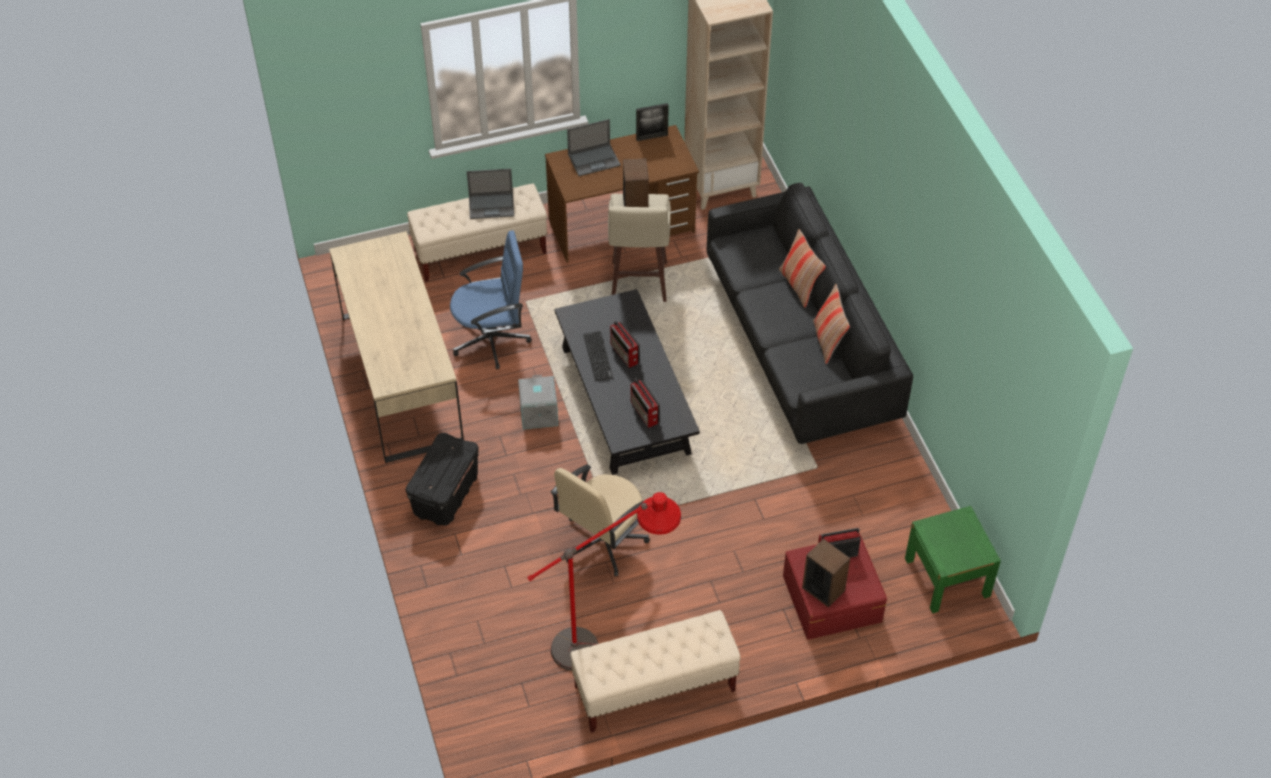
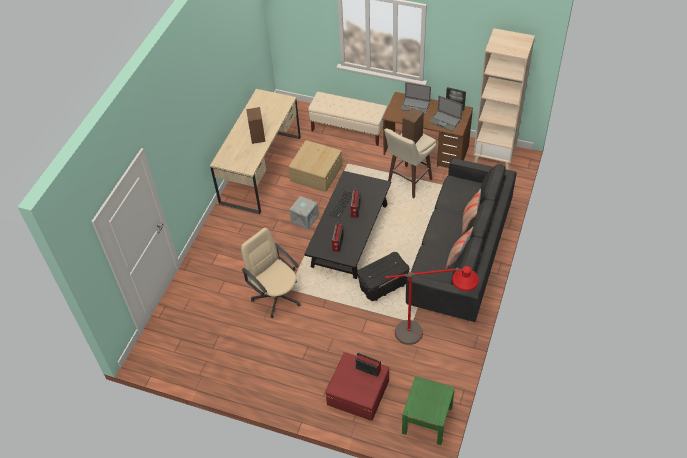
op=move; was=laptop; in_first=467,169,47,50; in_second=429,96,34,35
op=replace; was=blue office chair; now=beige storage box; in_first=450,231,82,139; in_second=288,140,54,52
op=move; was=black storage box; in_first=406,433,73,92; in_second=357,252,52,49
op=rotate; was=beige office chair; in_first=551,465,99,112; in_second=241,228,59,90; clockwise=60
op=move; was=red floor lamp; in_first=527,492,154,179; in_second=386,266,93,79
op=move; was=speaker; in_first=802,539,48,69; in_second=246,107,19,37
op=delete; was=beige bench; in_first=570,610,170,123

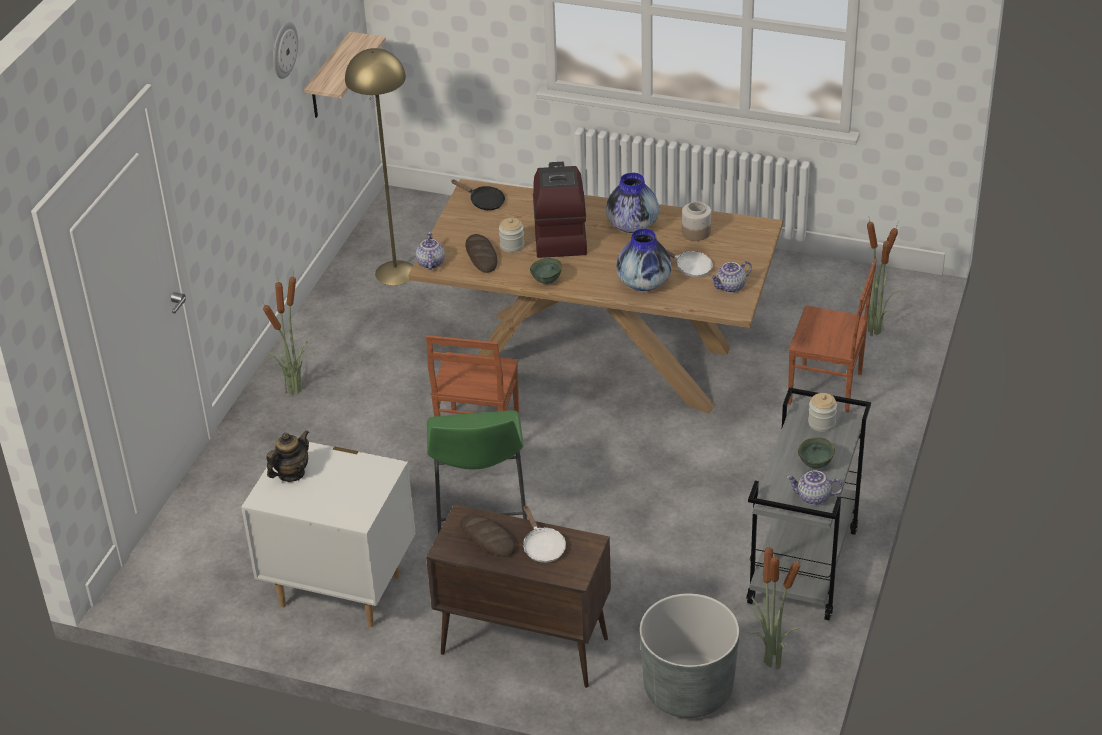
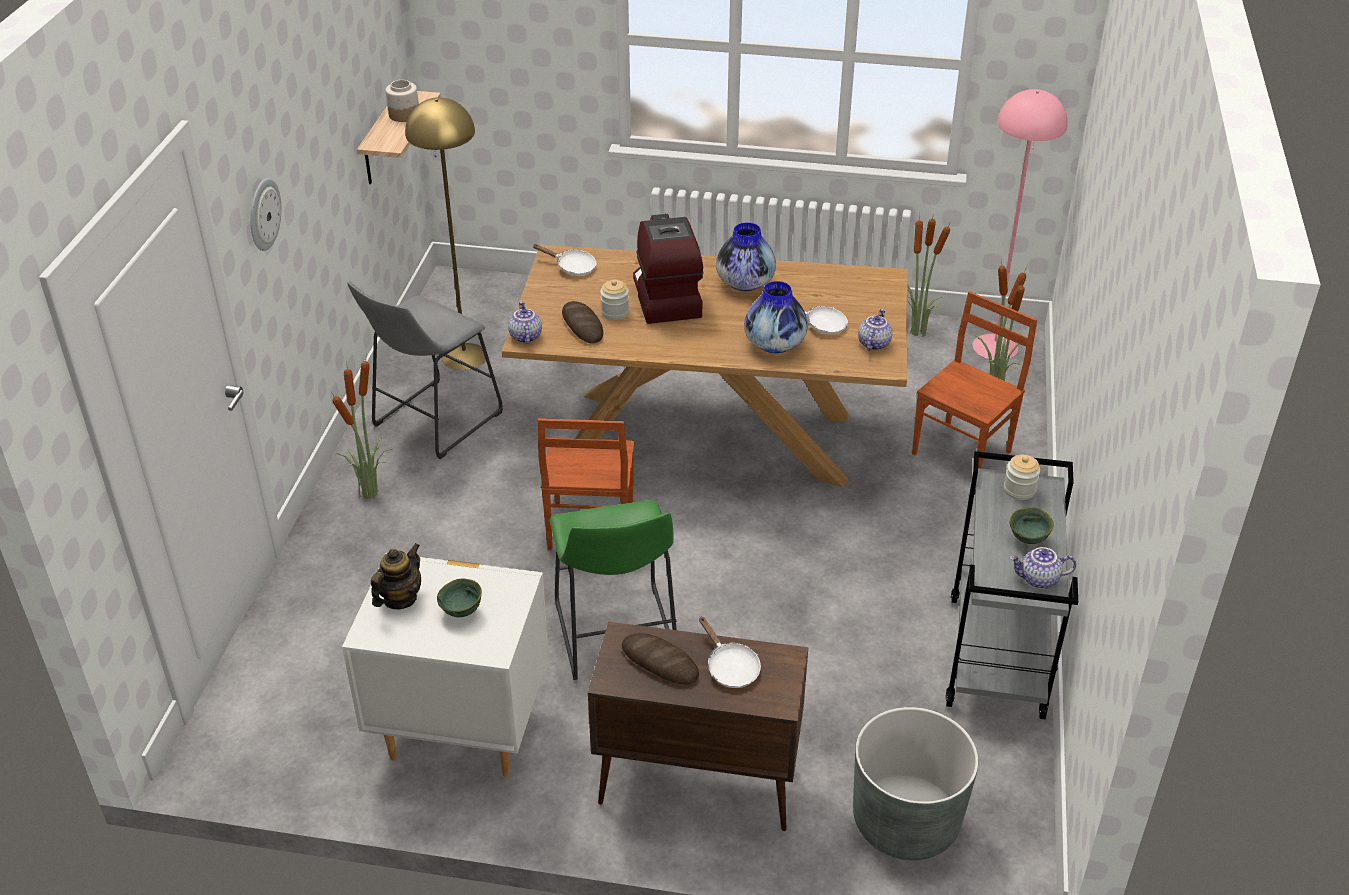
op=move; was=wall clock; in_first=273,22,25,57; in_second=250,178,32,73
op=recolor; was=black frying pan; now=white frying pan; in_first=451,180,54,30; in_second=533,244,63,32
op=move; was=jar; in_first=682,201,29,40; in_second=386,80,33,42
op=move; was=green bowl; in_first=530,258,32,26; in_second=437,579,45,38
op=rotate; was=brown chair; in_first=788,259,89,154; in_second=912,291,125,177; clockwise=-60
op=rotate; was=teapot; in_first=710,261,42,32; in_second=858,309,34,41; clockwise=150
op=move; was=potted plant; in_first=747,539,53,130; in_second=908,216,44,121
op=insert; now=pink floor lamp; in_second=972,89,96,271
op=insert; now=grey stool; in_second=347,282,156,177

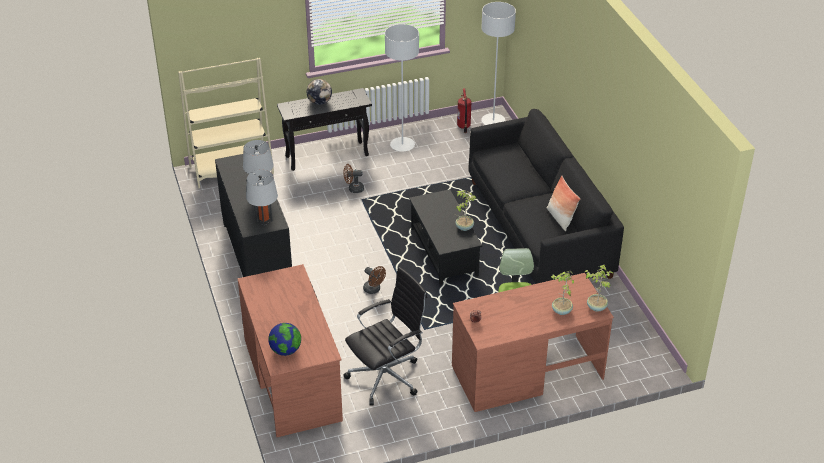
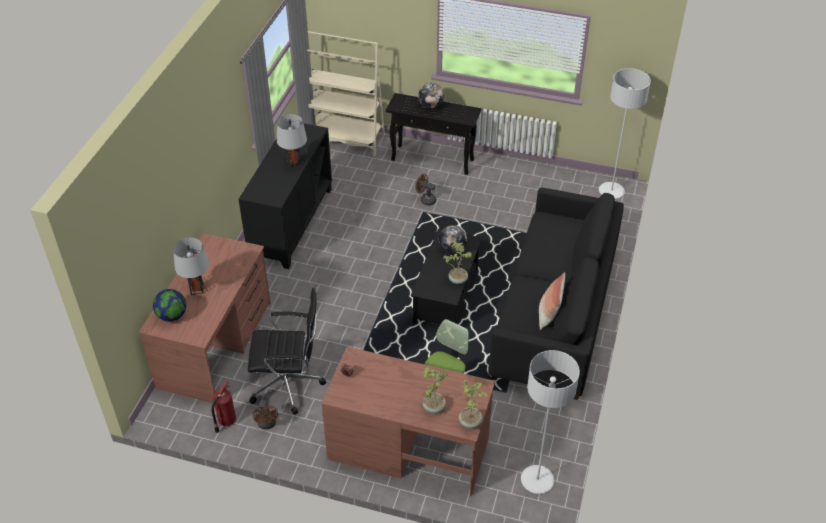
op=move; was=grey floor lamp; in_first=385,24,34,128; in_second=521,350,59,144
op=move; was=fire extinguisher; in_first=457,88,14,45; in_second=211,381,25,52
op=move; was=grey table lamp; in_first=246,170,32,56; in_second=173,238,36,57
op=move; was=brown fan; in_first=363,266,23,28; in_second=253,399,25,30
op=insert; now=globe; in_second=438,225,29,29

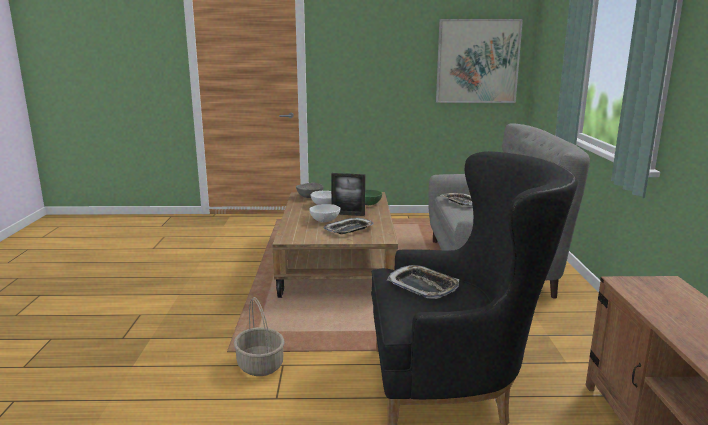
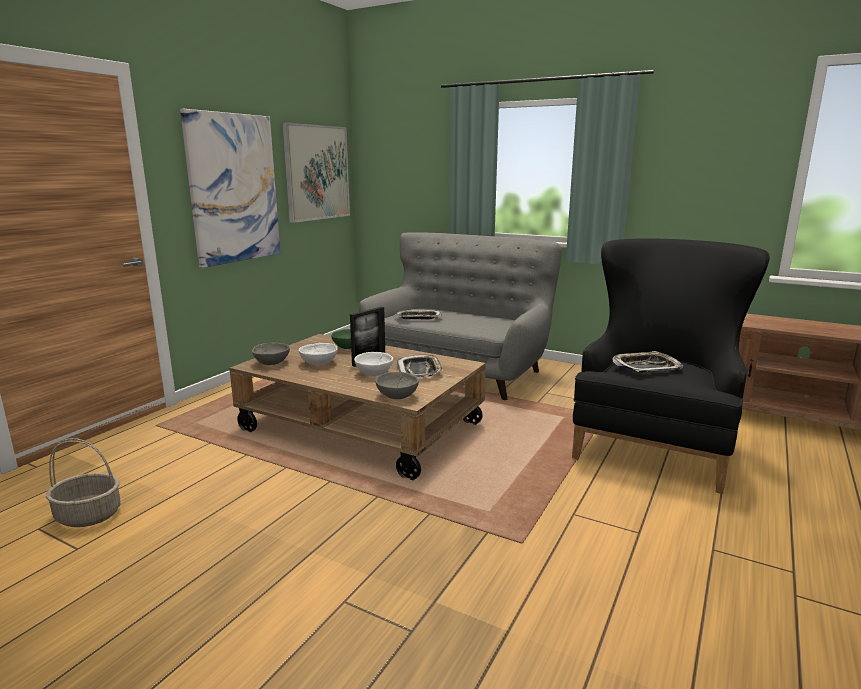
op=move; was=basket; in_first=234,297,50,79; in_second=46,438,74,89
op=insert; now=picture; in_second=180,109,100,159
op=insert; now=grey bowl; in_second=375,372,44,27

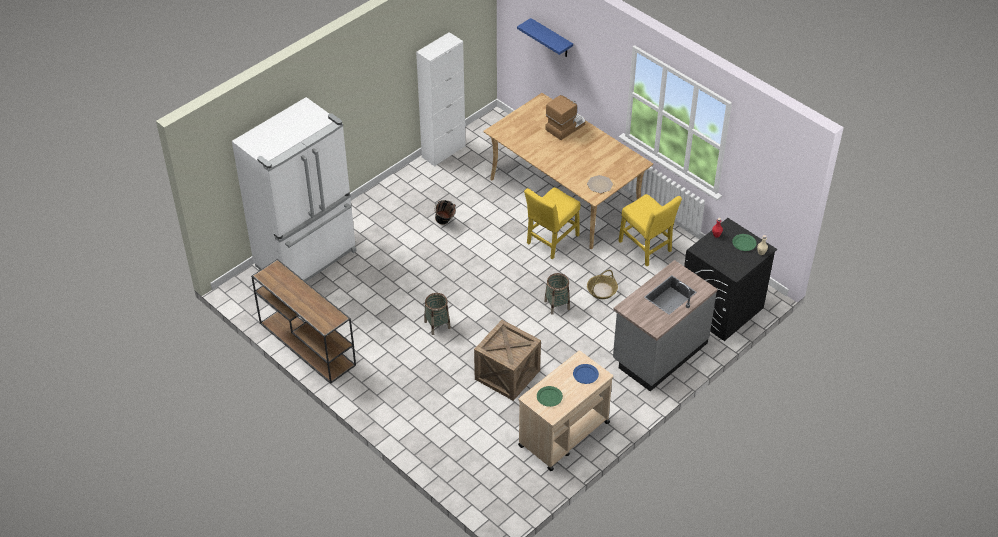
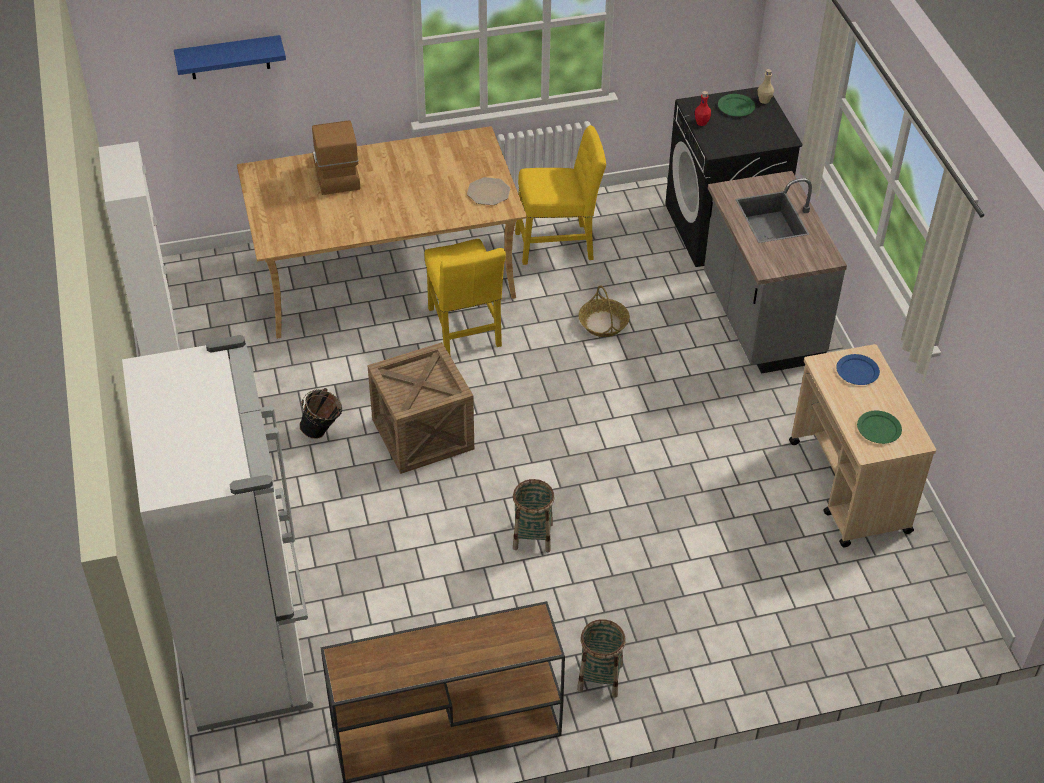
op=move; was=basket; in_first=544,273,26,42; in_second=577,619,48,79
op=move; was=crate; in_first=474,320,67,81; in_second=367,342,107,132

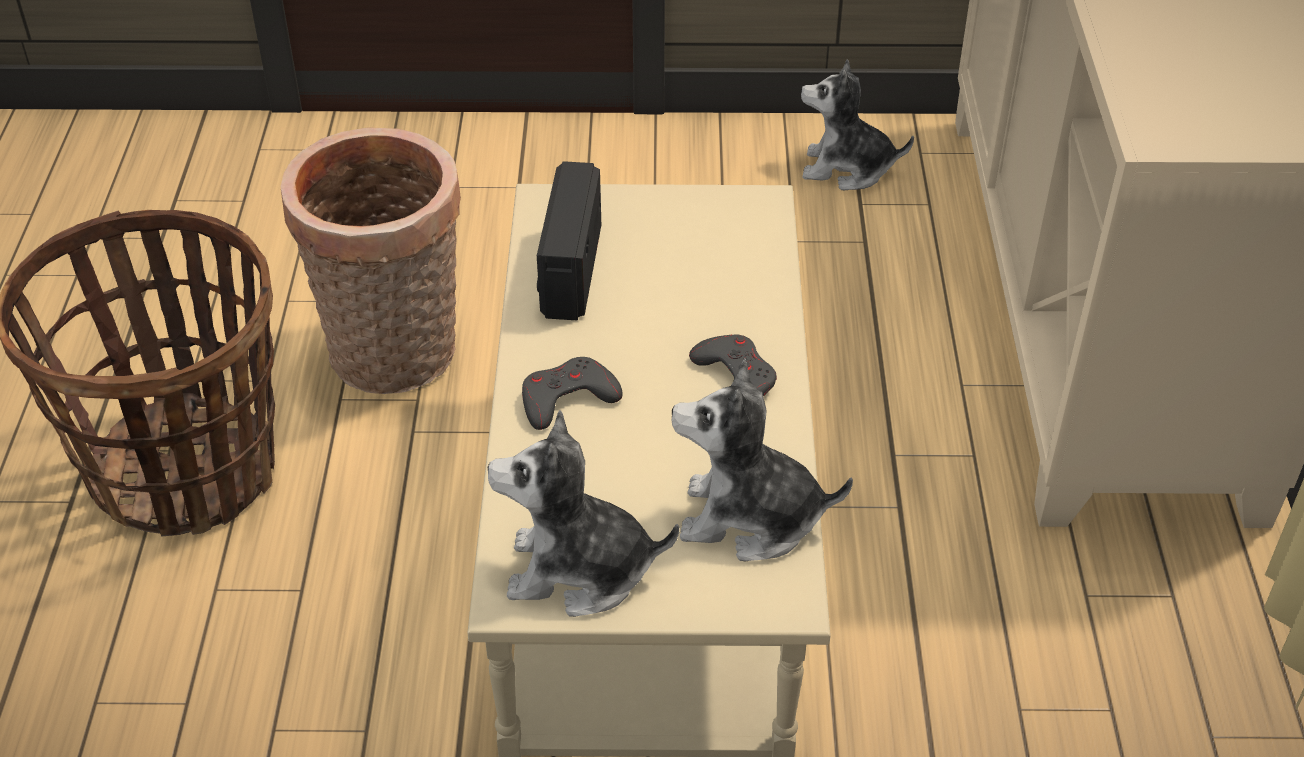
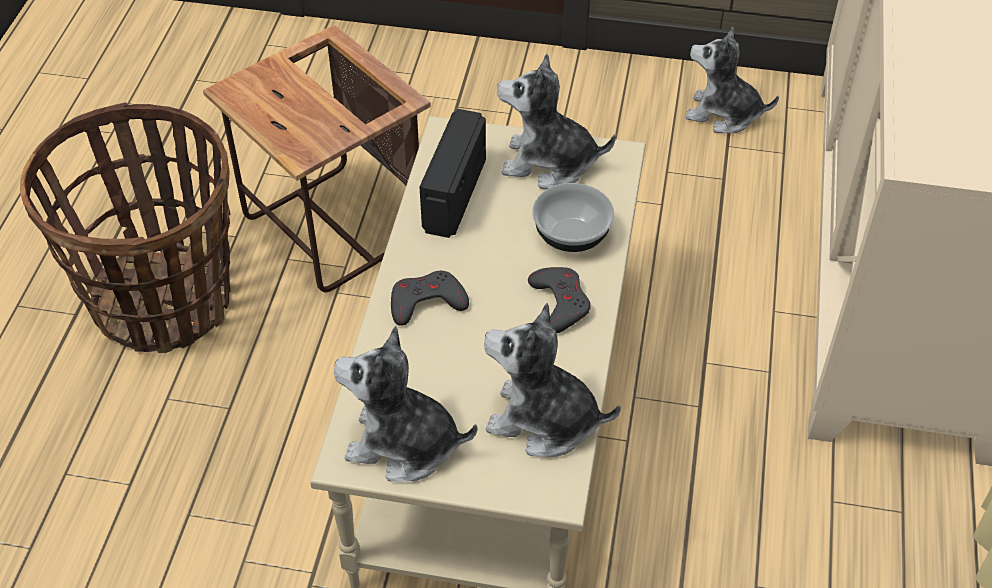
op=replace; was=basket; now=side table; in_first=281,127,180,267; in_second=203,25,228,267
op=insert; now=plush toy; in_second=497,54,119,135
op=insert; now=bowl; in_second=532,183,82,69

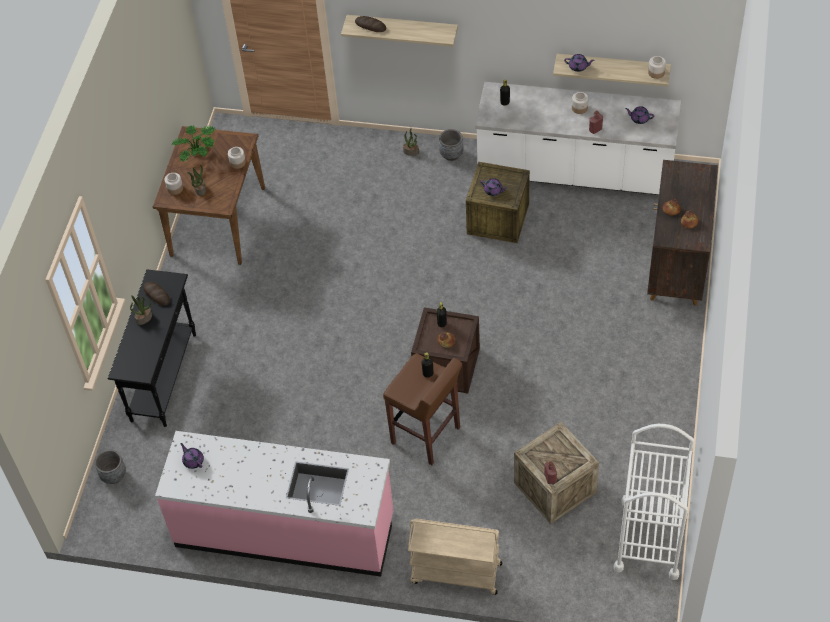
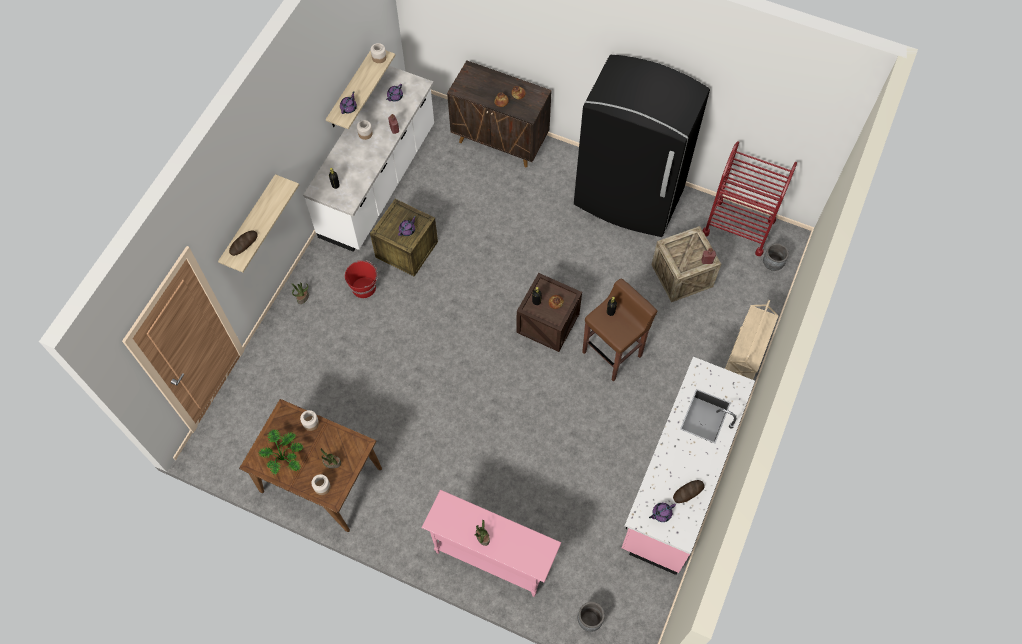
op=move; was=grey planter; in_first=439,129,24,32; in_second=763,243,26,28
op=recolor; was=black console table; now=pink console table; in_first=108,269,88,158; in_second=422,490,139,107
op=move; was=bread; in_first=143,282,27,23; in_second=673,480,32,23
op=recolor; was=white cart; now=red cart; in_first=614,424,80,156; in_second=702,141,95,115
op=insert; now=black fridge; in_second=574,55,136,182
op=insert; now=red bucket; in_second=345,260,33,38

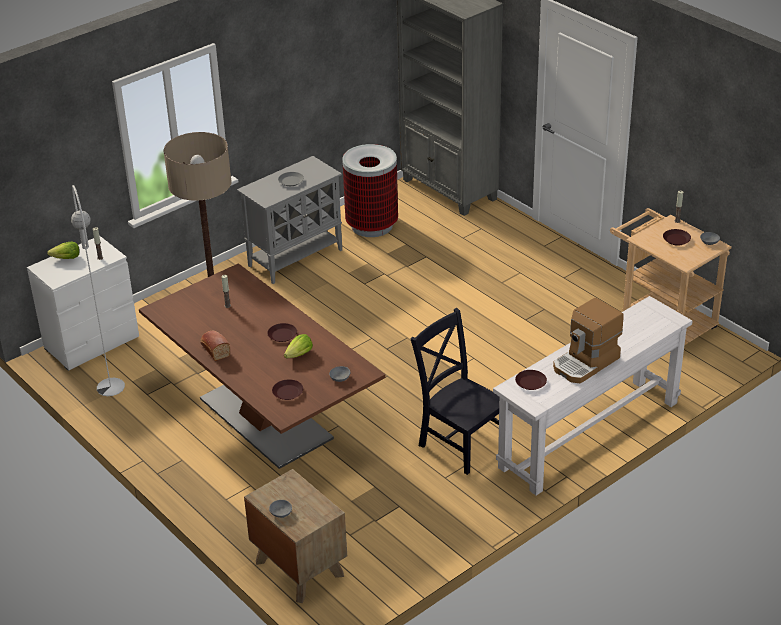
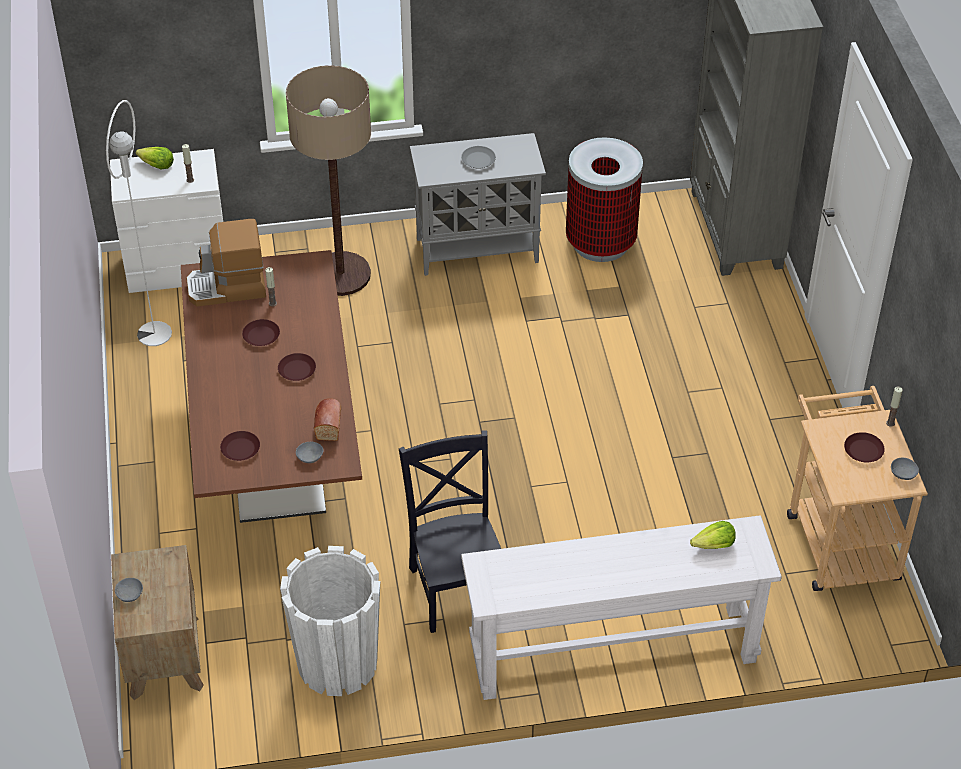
op=move; was=coffee machine; in_first=553,298,71,85; in_second=186,219,80,87
op=move; was=bread; in_first=200,331,30,30; in_second=314,398,27,43
op=move; was=lettuce; in_first=284,334,29,24; in_second=690,521,46,28
op=move; was=brown plate; in_first=515,370,32,20; in_second=242,319,38,27
op=insert; now=white planter; in_second=280,546,100,150

